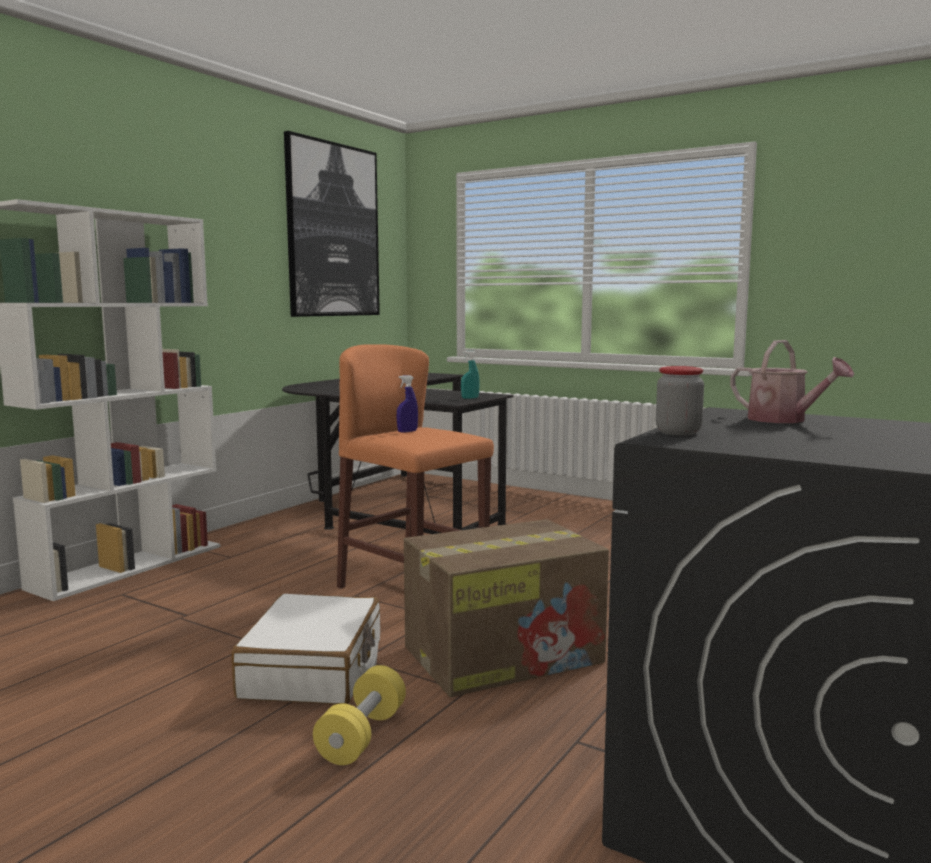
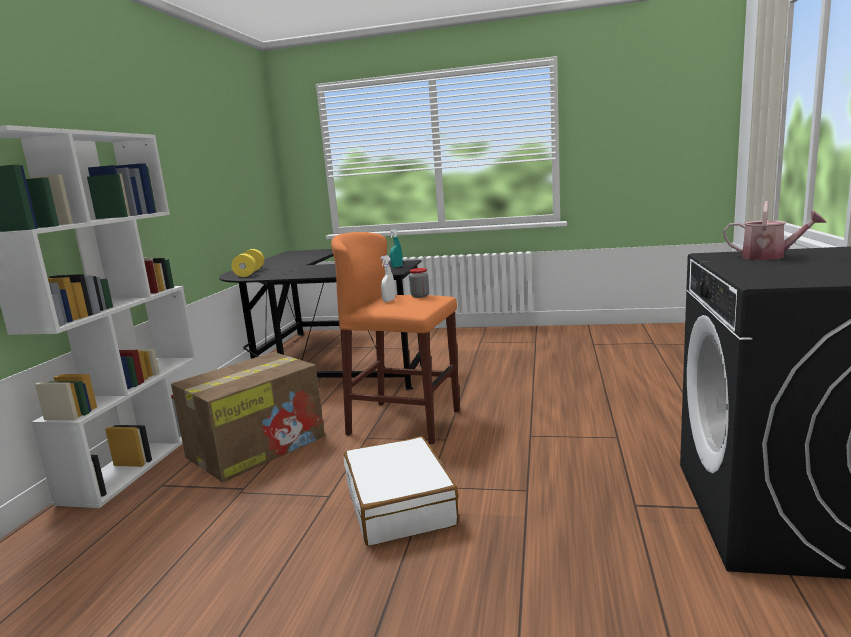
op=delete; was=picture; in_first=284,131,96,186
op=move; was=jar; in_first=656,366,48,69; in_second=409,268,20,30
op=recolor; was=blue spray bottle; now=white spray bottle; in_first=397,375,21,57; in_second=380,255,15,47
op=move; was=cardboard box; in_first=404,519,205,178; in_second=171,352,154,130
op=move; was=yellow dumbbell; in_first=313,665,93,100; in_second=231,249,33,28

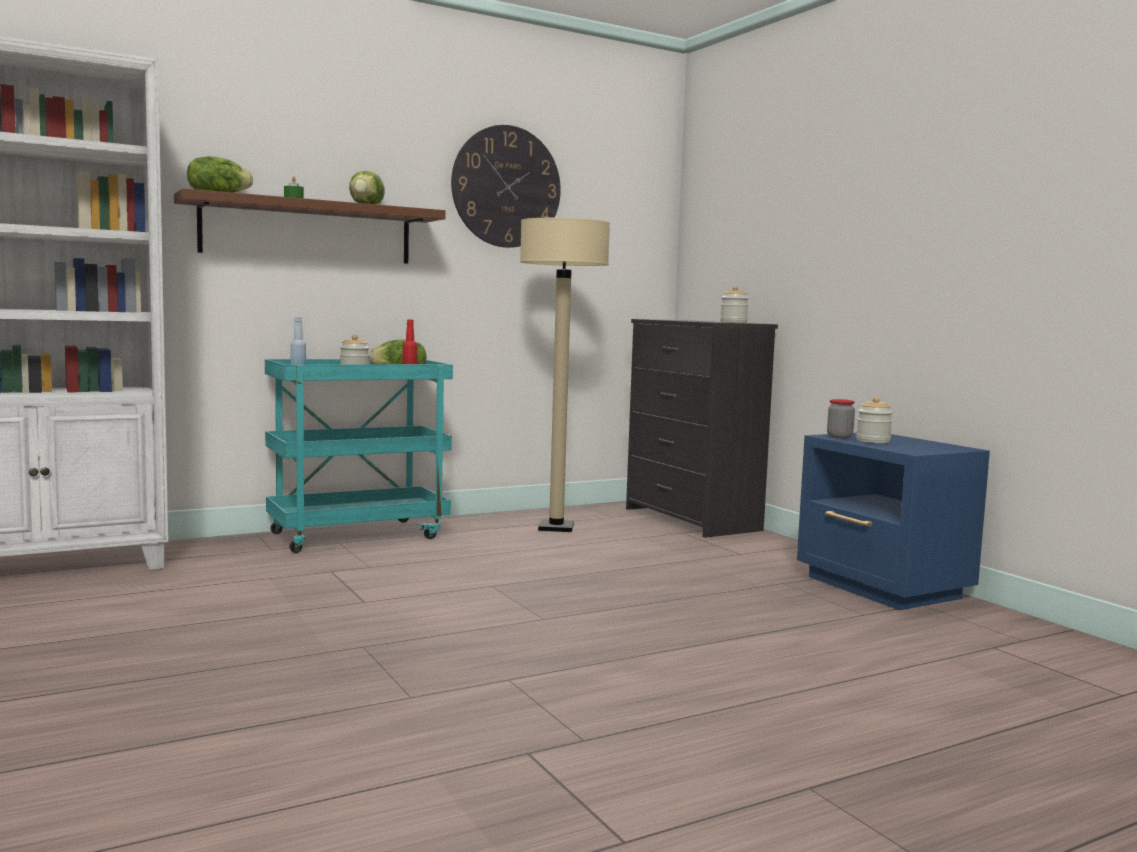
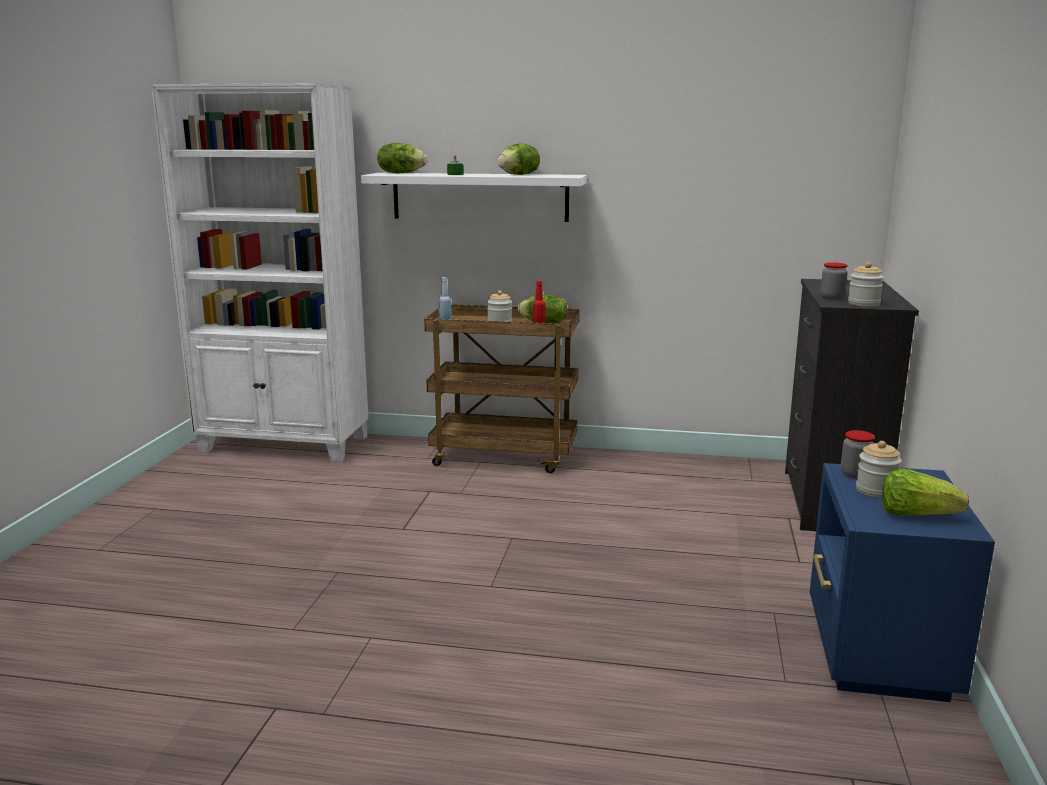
op=delete; was=wall clock; in_first=451,125,110,123
op=recolor; was=brown shelf; now=white shelf; in_first=174,188,272,76; in_second=361,173,226,49
op=delete; was=beige floor lamp; in_first=520,218,90,314
op=recolor; was=turquoise cart; now=brown cart; in_first=265,359,188,194; in_second=424,304,156,169
op=insert; now=jar; in_second=821,262,27,38
op=insert; now=lettuce; in_second=882,468,87,47

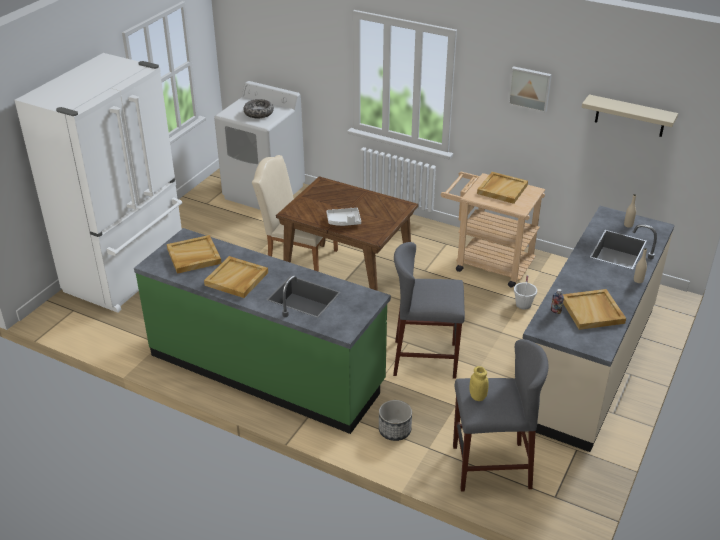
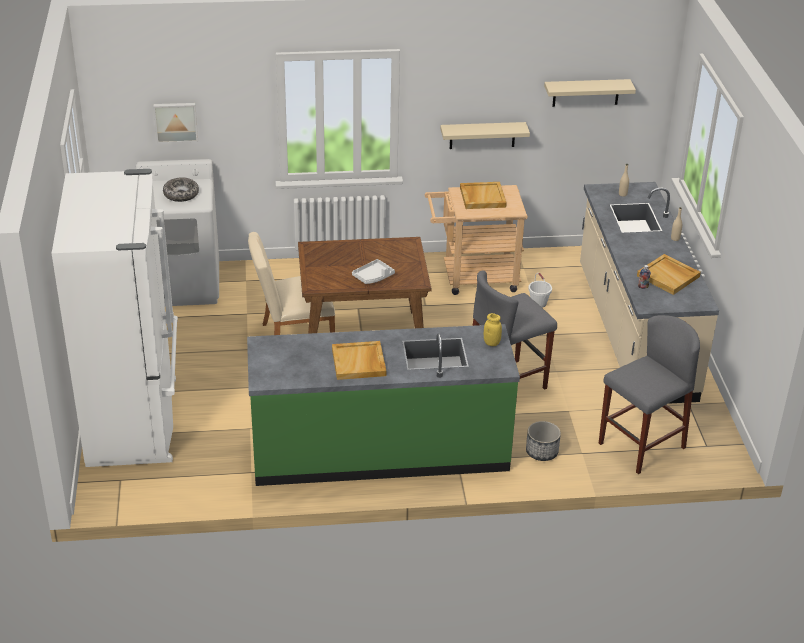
op=move; was=picture; in_first=508,66,44,47; in_second=153,103,45,40
op=delete; was=beige tray; in_first=167,235,54,39
op=move; was=yellow jar; in_first=469,366,20,35; in_second=484,313,18,33
op=insert; now=beige shelf; in_second=440,122,90,27

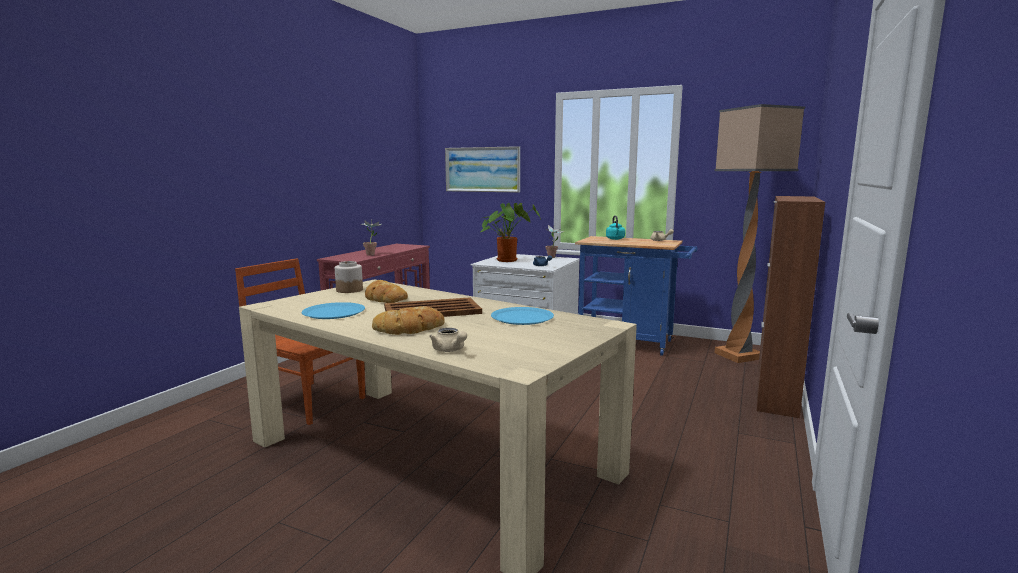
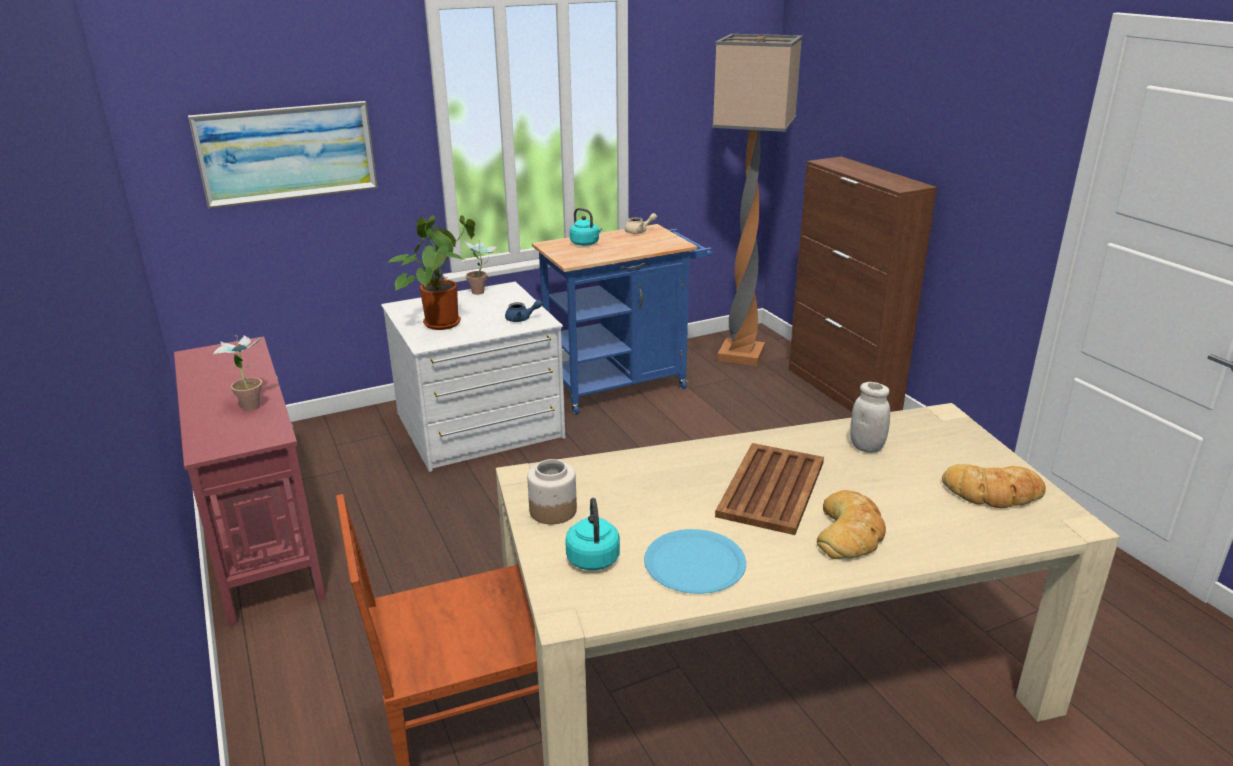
op=move; was=bread; in_first=365,280,43,23; in_second=942,464,104,44
op=replace; was=blue plate; now=white jar; in_first=491,307,63,18; in_second=850,382,40,71
op=delete; was=beige teapot; in_first=429,328,38,24
op=insert; now=turquoise kettle; in_second=565,498,55,72

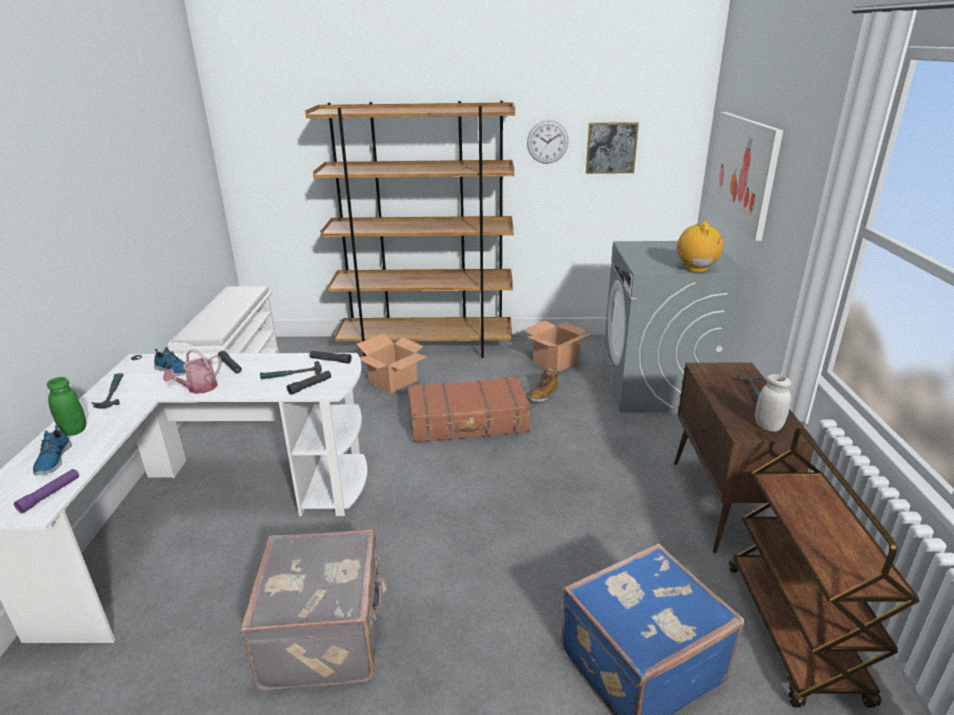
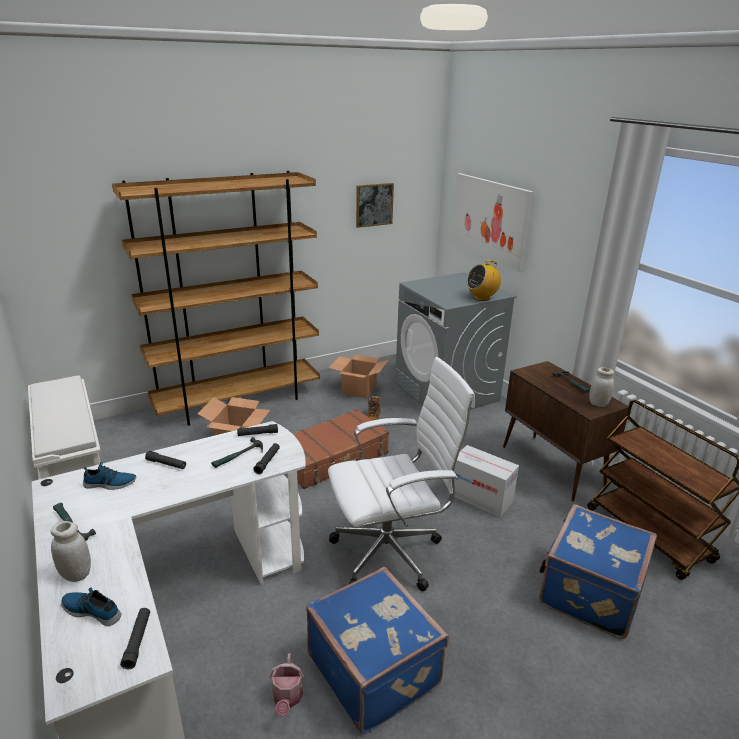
op=delete; was=wall clock; in_first=527,120,41,44
op=rotate; was=radio; in_first=677,221,46,52; in_second=467,260,34,41; clockwise=-90
op=move; was=watering can; in_first=163,349,59,45; in_second=270,654,34,63
op=recolor; was=green jar; now=white jar; in_first=47,377,39,59; in_second=51,521,40,61
op=rotate; was=shoe; in_first=33,425,39,50; in_second=61,587,60,39; clockwise=150
op=recolor; was=purple flashlight; now=black flashlight; in_first=14,469,65,44; in_second=120,608,30,61
op=recolor; was=grey suitcase; now=blue suitcase; in_first=240,529,148,162; in_second=306,567,143,168
op=insert; now=white office chair; in_second=328,357,147,234
op=insert; now=cardboard box; in_second=449,445,70,72

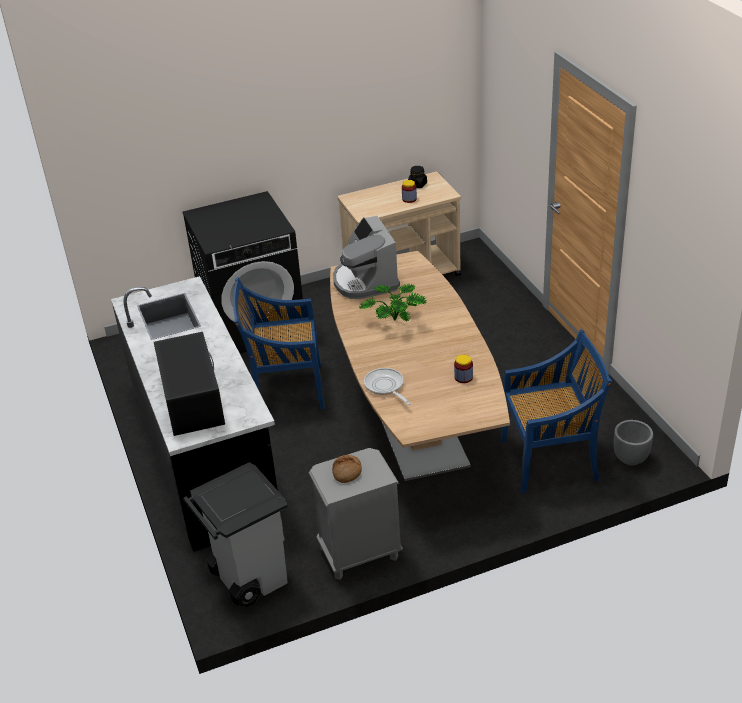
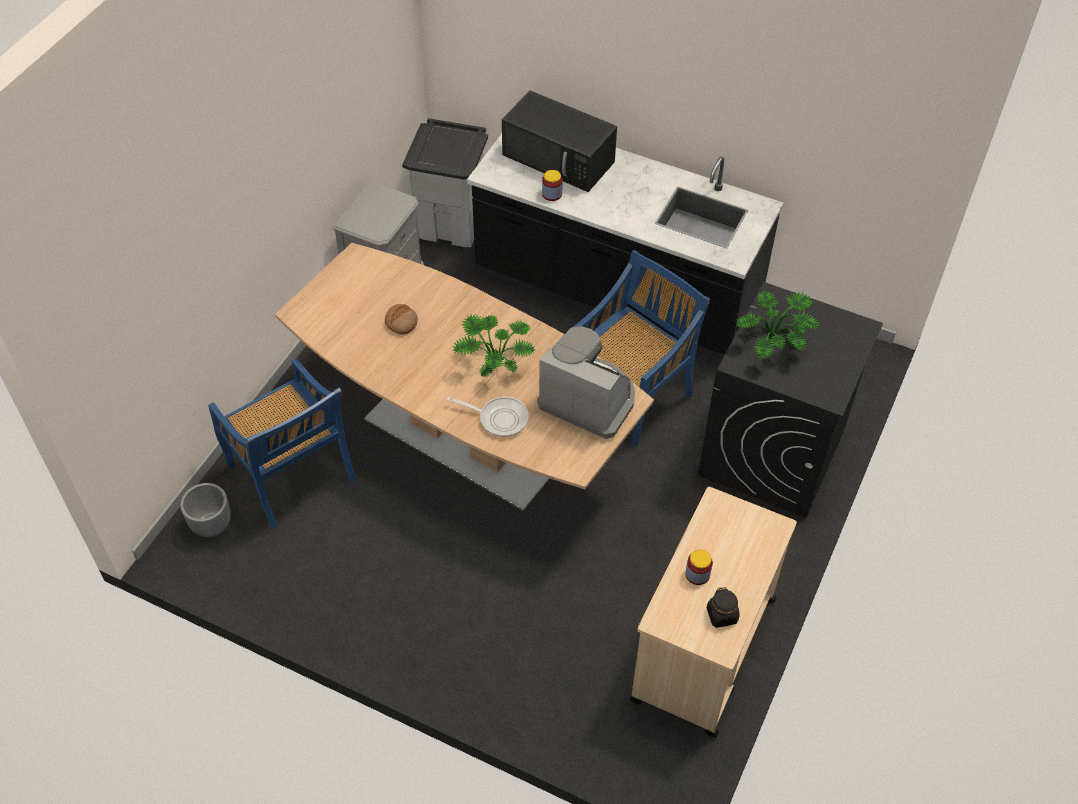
op=rotate; was=blue chair; in_first=500,329,112,165; in_second=208,358,149,171; clockwise=-75
op=move; was=jar; in_first=454,355,19,28; in_second=542,170,21,31
op=move; was=frying pan; in_first=364,368,47,37; in_second=447,397,82,40
op=move; was=bread; in_first=332,455,30,28; in_second=385,304,33,31
op=insert; now=potted plant; in_second=736,291,84,69

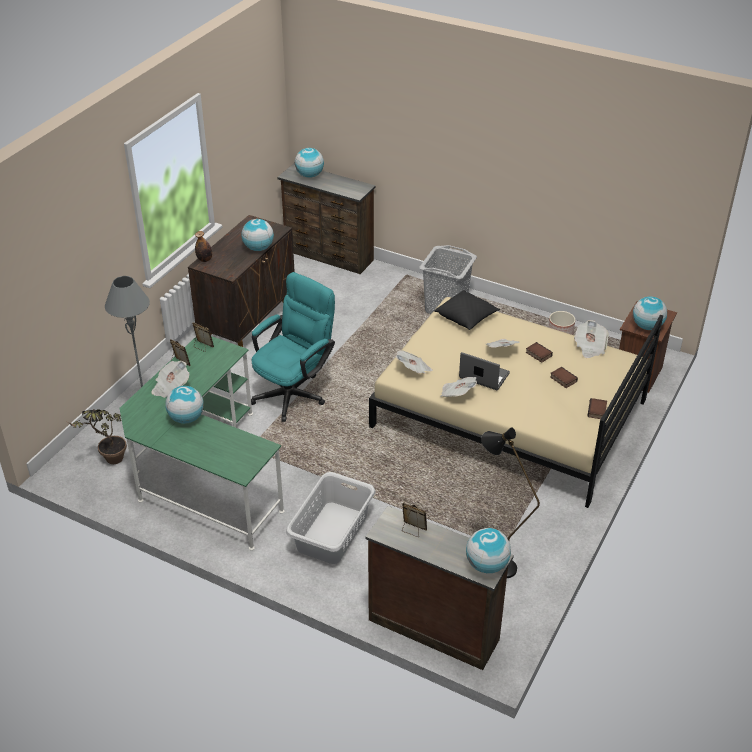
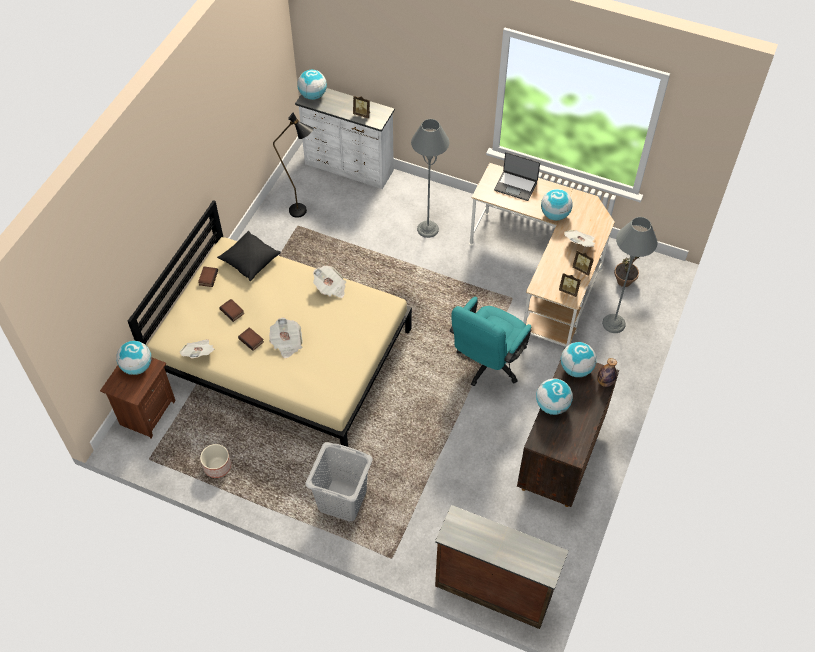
op=move; was=globe; in_first=295,148,29,30; in_second=561,342,36,35
op=move; was=black pillow; in_first=434,290,66,40; in_second=217,231,64,50
op=recolor; was=green desk; now=beige desk; in_first=120,336,165,214; in_second=469,163,146,184
op=delete; was=newspaper; in_first=395,350,38,24
op=move; was=laptop; in_first=459,352,51,38; in_second=494,152,46,49
op=replace; was=grey laundry basket; now=grey floor lamp; in_first=286,472,89,92; in_second=411,119,38,119
op=recolor; was=brown dresser; now=white dresser; in_first=365,506,149,164; in_second=295,88,100,101

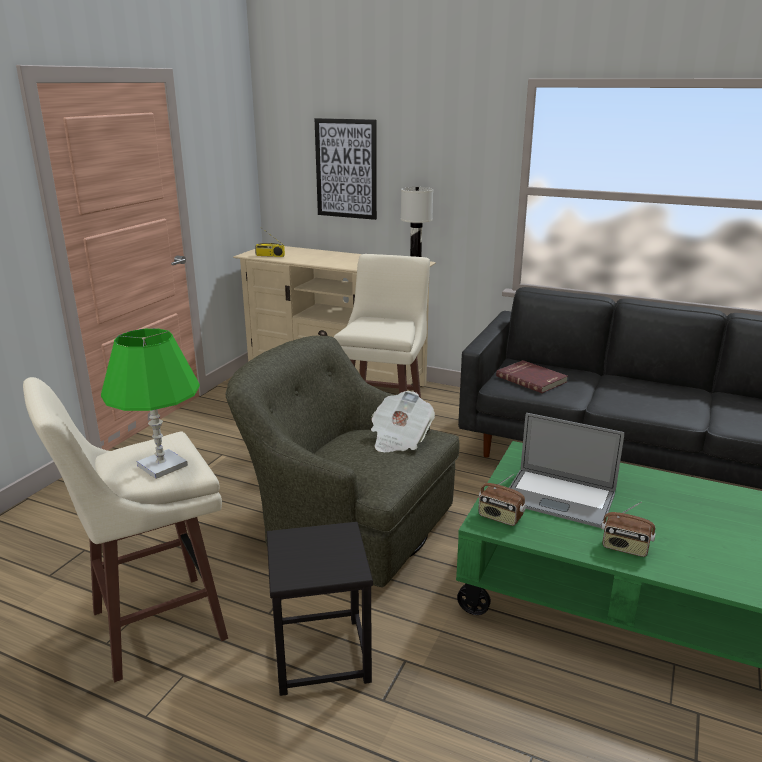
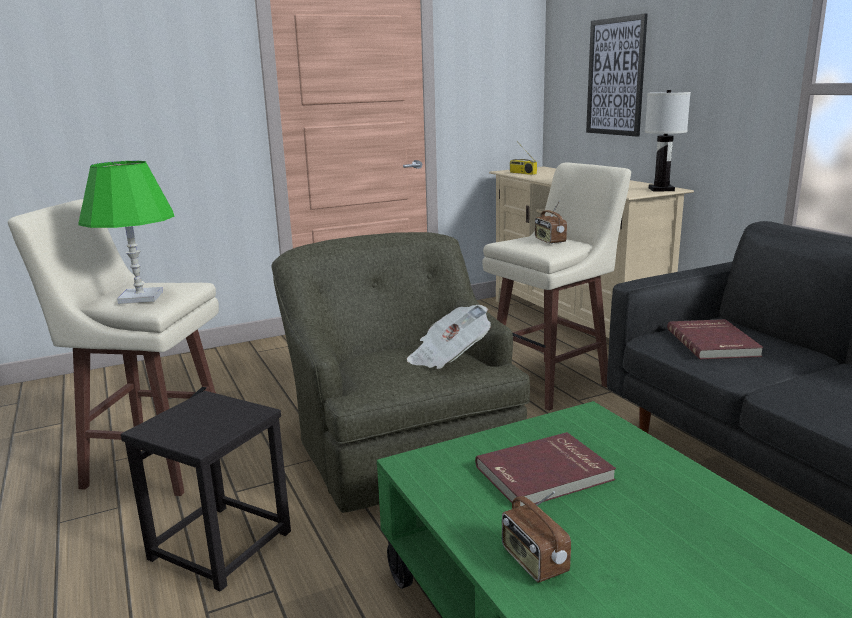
op=replace; was=laptop; now=red book; in_first=509,413,115,115; in_second=475,432,141,74
op=move; was=radio; in_first=478,474,48,52; in_second=535,200,32,44

